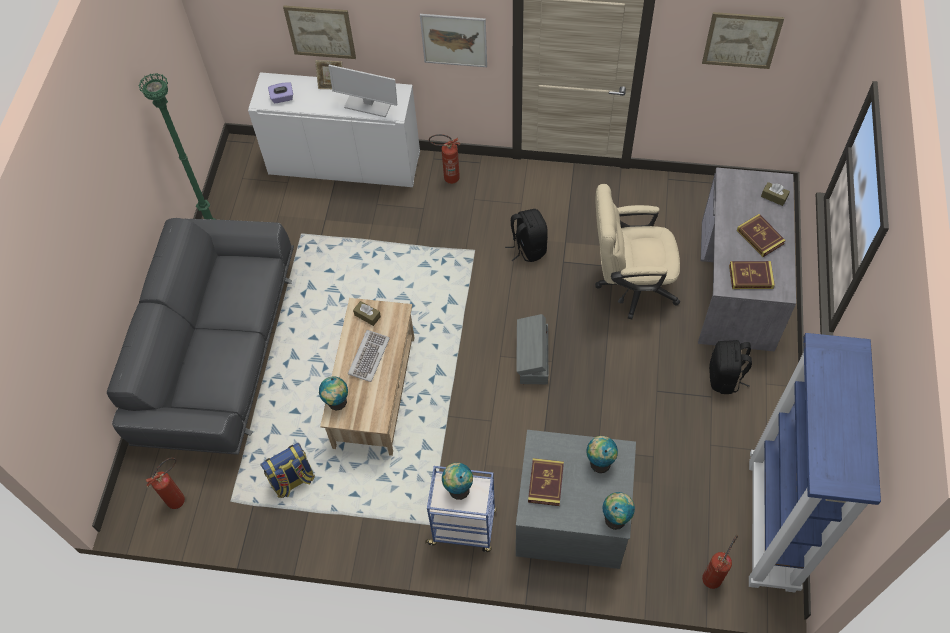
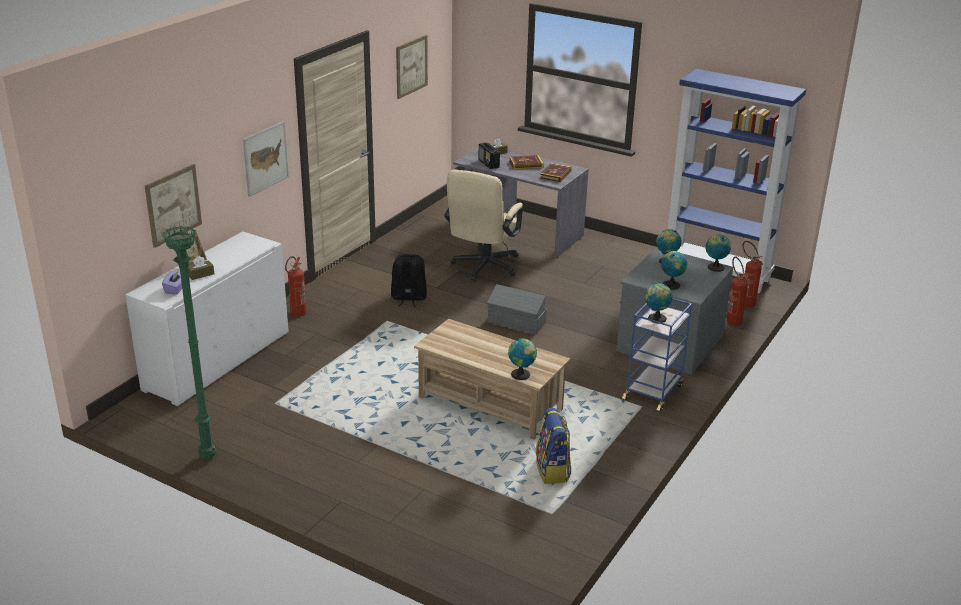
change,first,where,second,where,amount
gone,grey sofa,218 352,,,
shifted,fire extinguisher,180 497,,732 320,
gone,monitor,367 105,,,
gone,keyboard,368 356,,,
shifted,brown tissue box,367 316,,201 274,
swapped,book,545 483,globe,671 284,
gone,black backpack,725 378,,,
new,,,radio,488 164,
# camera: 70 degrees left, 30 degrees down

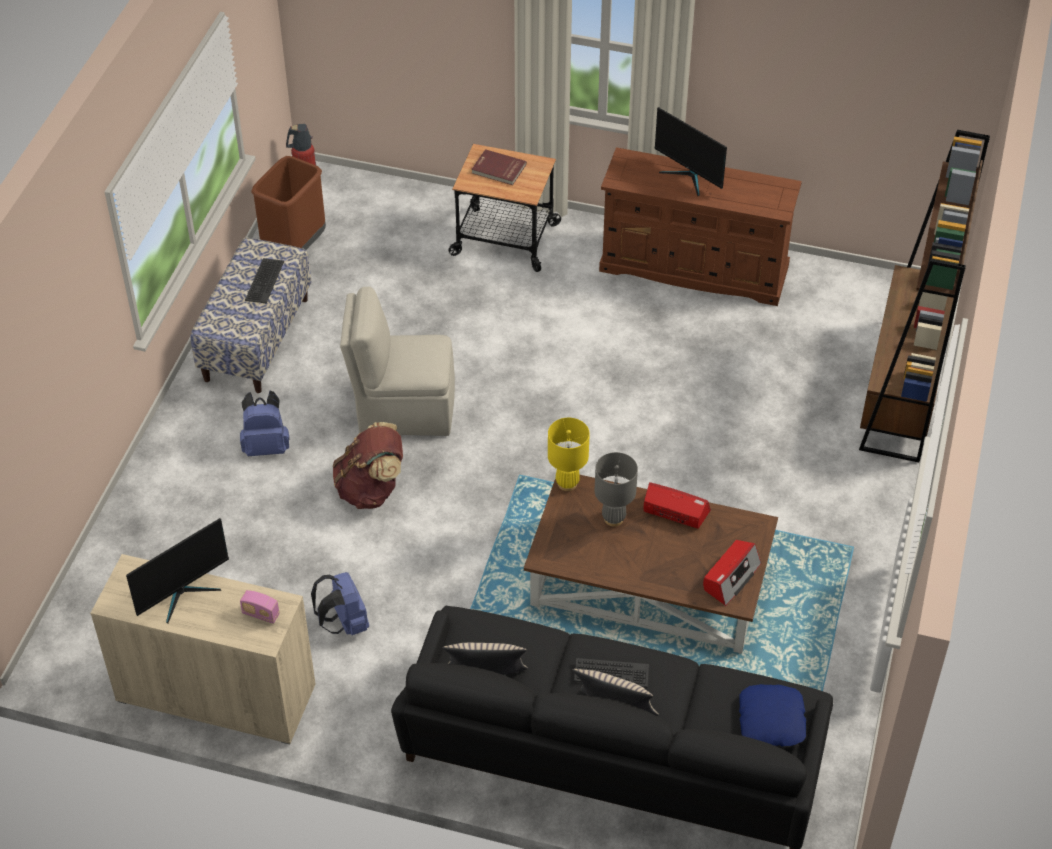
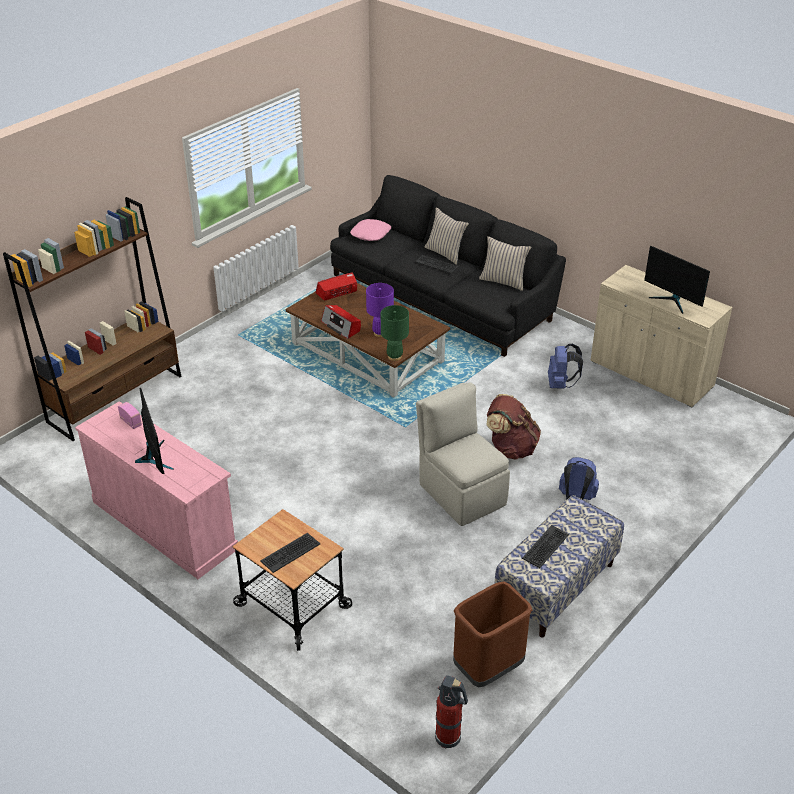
change,first,where,second,where,amount
rotated,monitor,183 594,,672 300,120 degrees counterclockwise
shifted,radio,261 614,,131 422,
rotated,beige chair,403 409,,461 493,150 degrees counterclockwise
swapped,red book,498 169,keyboard,290 552,
repainted,yellow table lamp,567 483,green table lamp,394 357,
repainted,grey table lamp,613 518,purple table lamp,380 333,
repainted,brown dresser,695 268,pink dresser,163 524,
repainted,blue pillow,772 720,pink pillow,370 234,
# camera: 155 degrees left, 10 degrees down

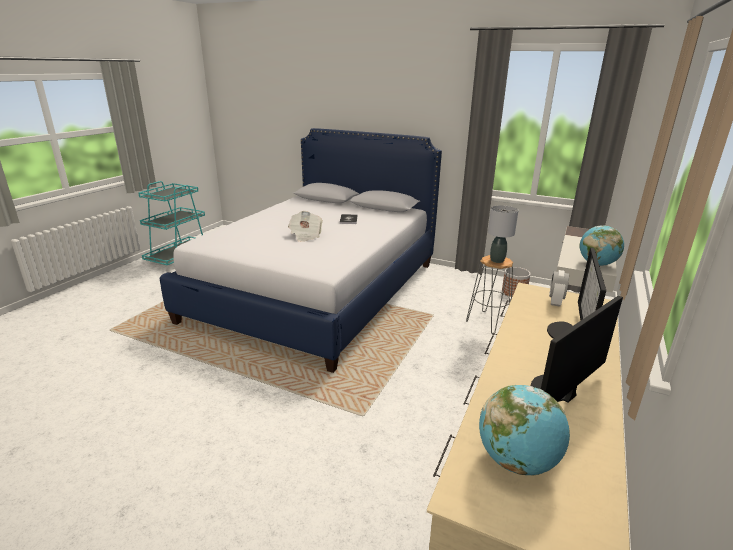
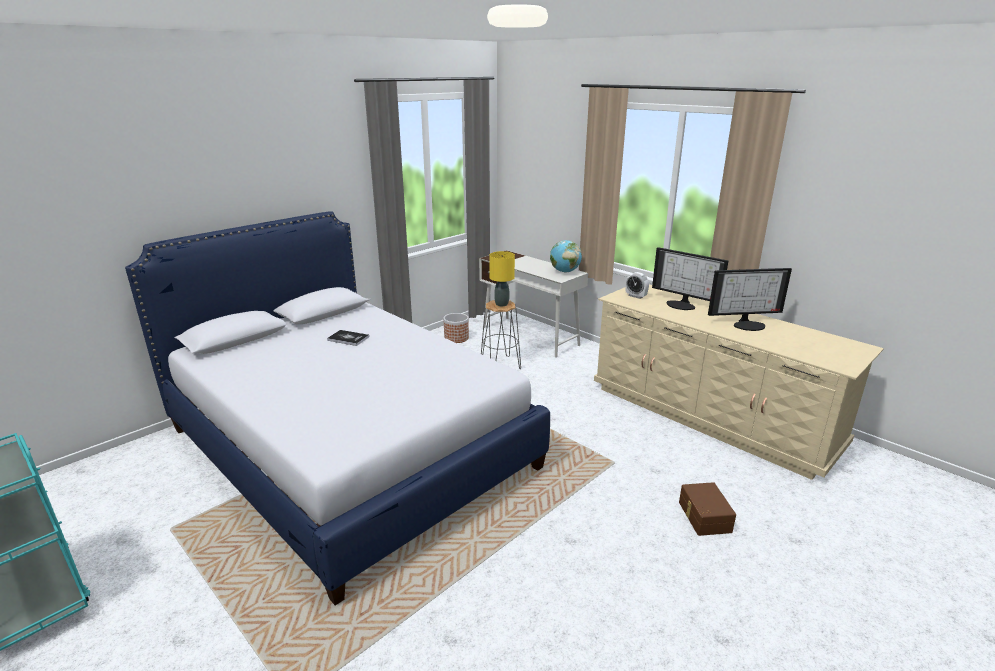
change,first,where,second,where,amount
gone,newspaper,305 235,,,
gone,globe,517 461,,,
repainted,grey table lamp,497 260,yellow table lamp,501 304,
rotated,monitor,556 391,,748 324,75 degrees counterclockwise
new,,,brown storage box,703 517,
# camera: 70 degrees left, 0 degrees up

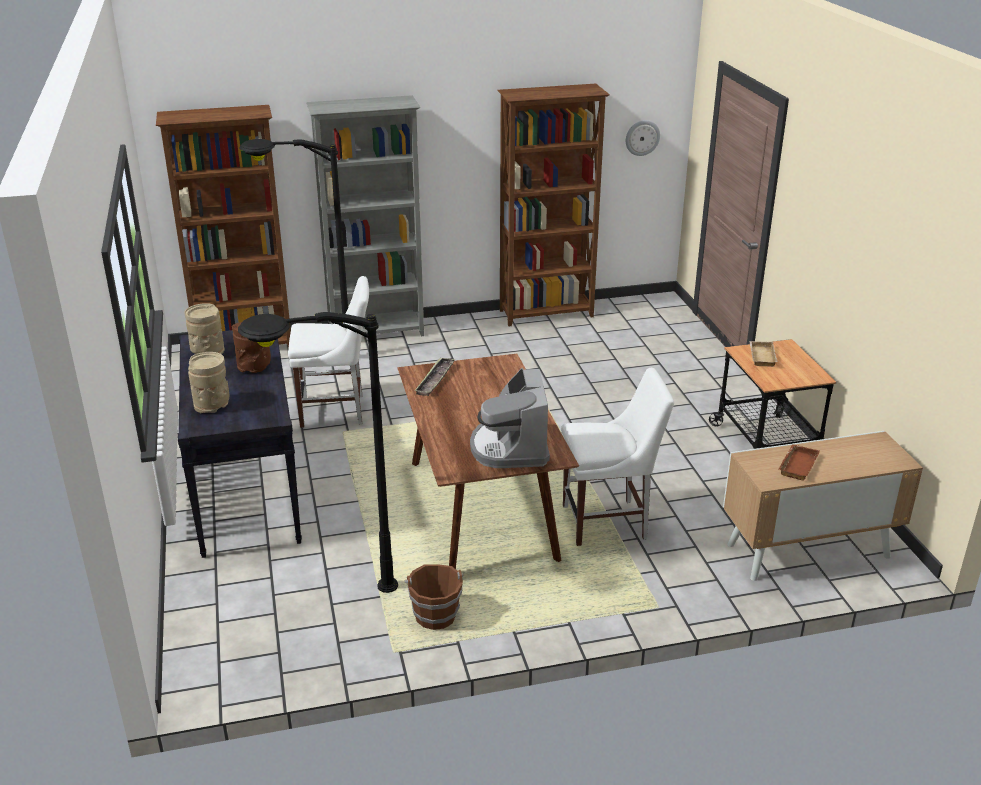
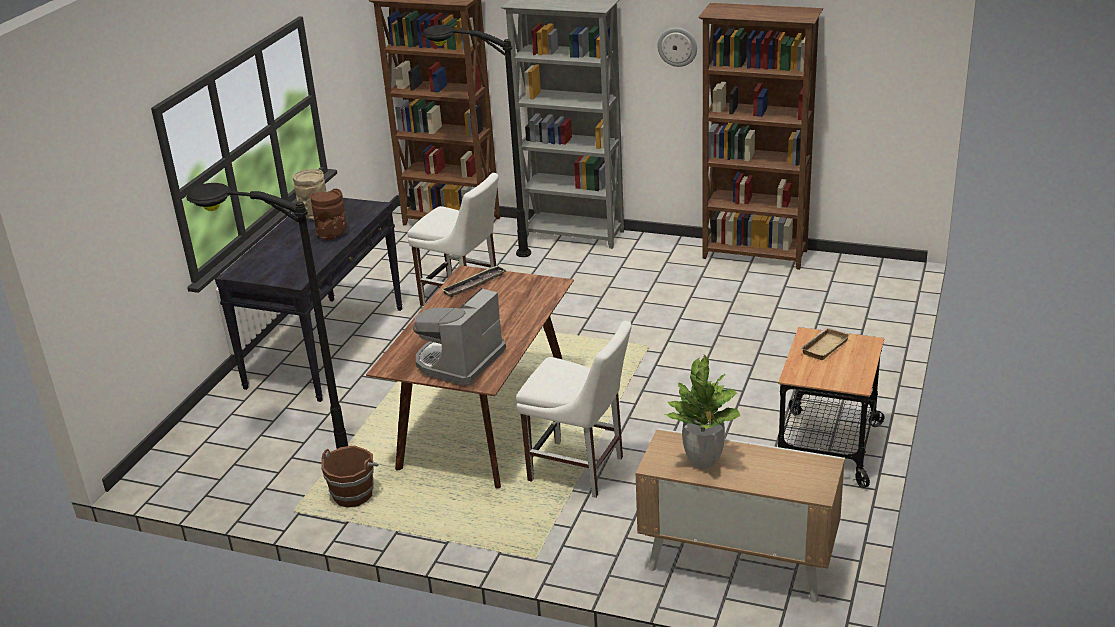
change,first,where,second,where,amount
gone,beige vase,212 405,,,
shifted,wall clock,642 137,,677 46,
swapped,brown tray,796 465,potted plant,703 460,
# camera: 35 degrees right, 0 degrees up

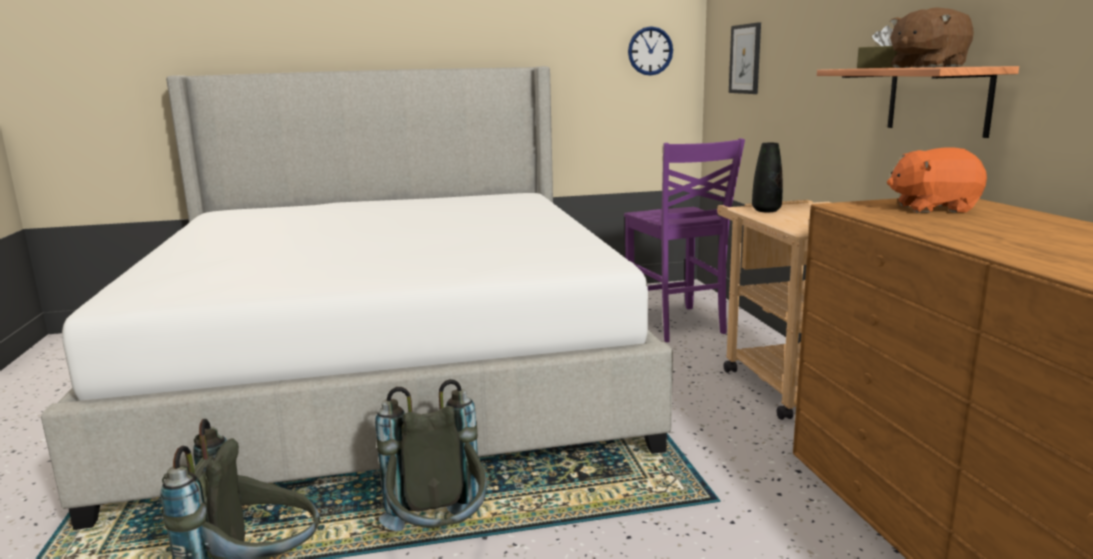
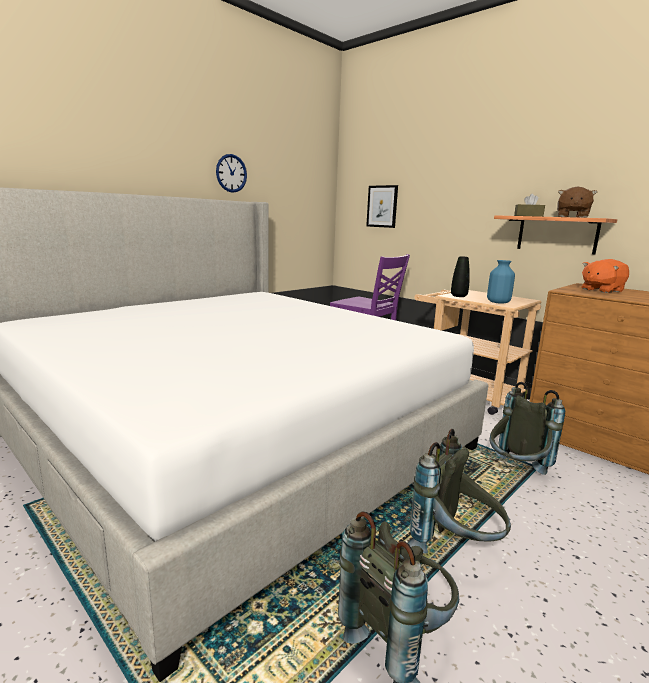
change,first,where,second,where,amount
shifted,wall clock,650 51,,231 173,
new,,,blue vase,498 302,
new,,,grey backpack,516 472,
# camera: 35 degrees left, 0 degrees up

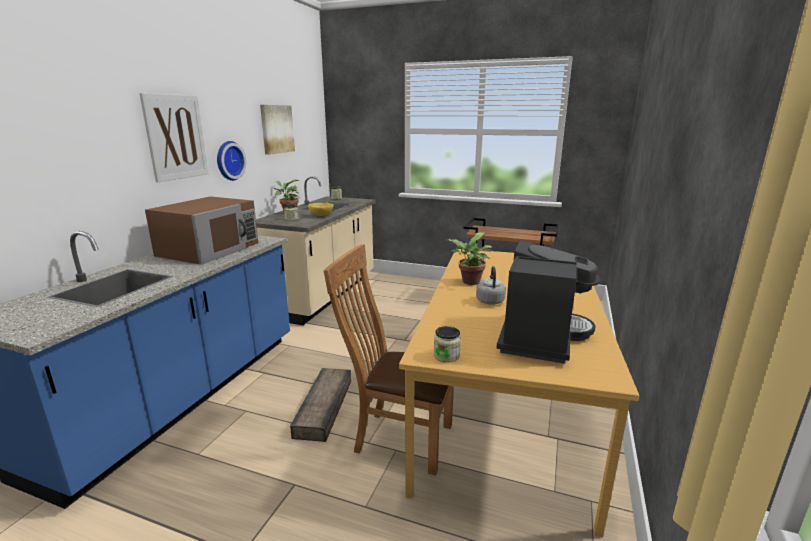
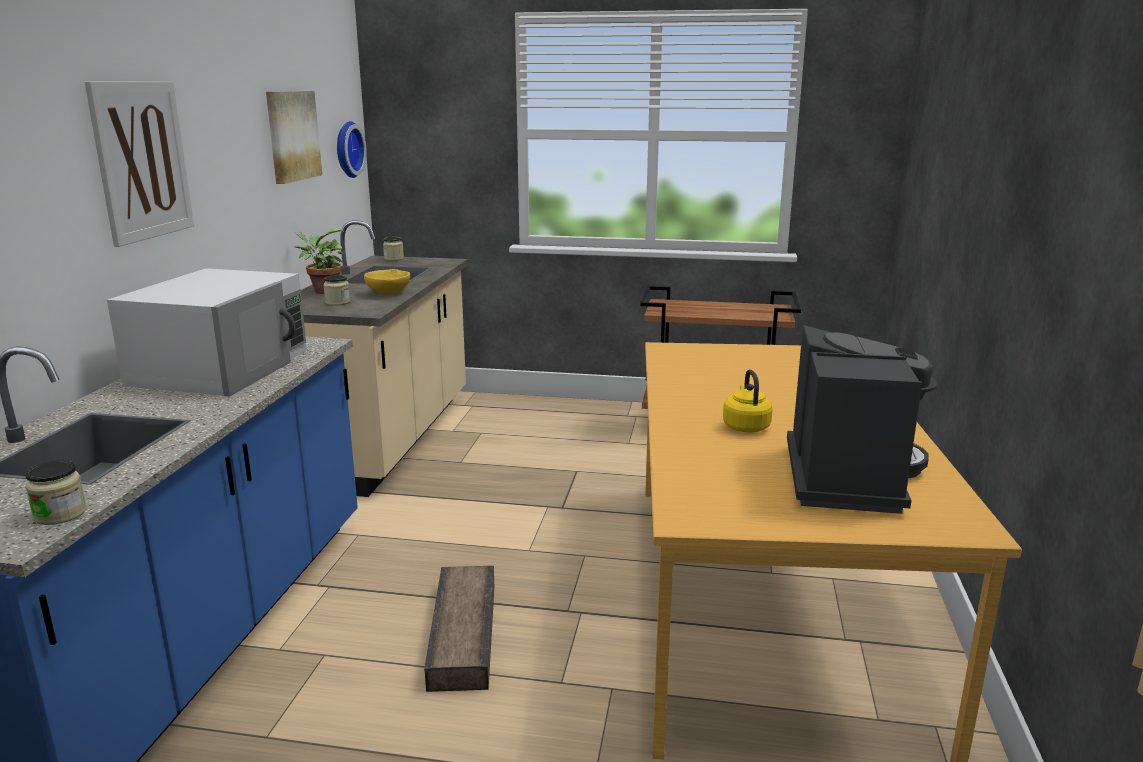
change,first,where,second,where,amount
repainted,brown microwave,210 249,white microwave,222 367,
shifted,wall clock,228 160,,346 149,
gone,brown chair,398 438,,,
shifted,jar,446 356,,60 514,
gone,potted plant,469 282,,,
repainted,grey kettle,490 300,yellow kettle,745 426,
# camera: 10 degrees left, 0 degrees up

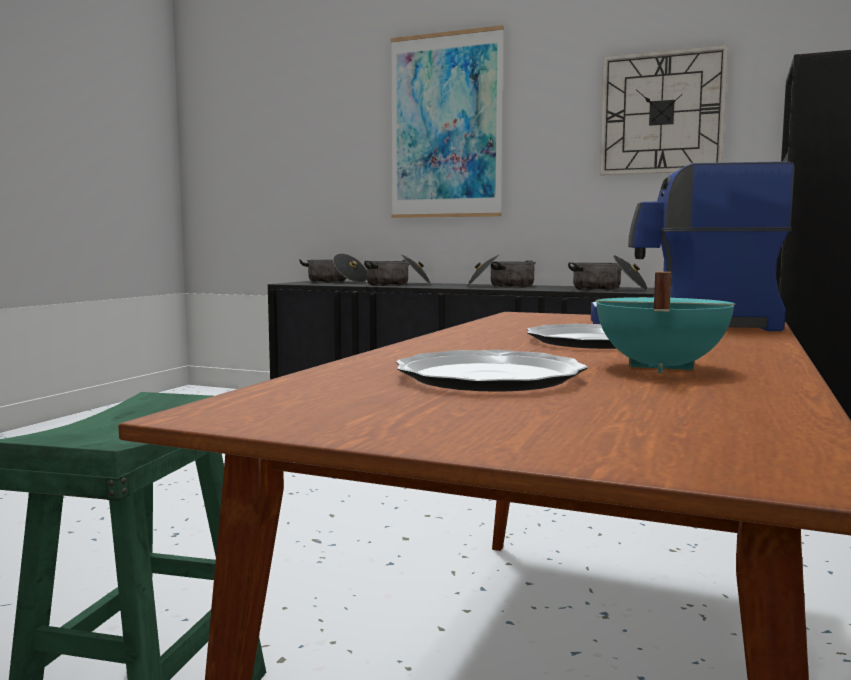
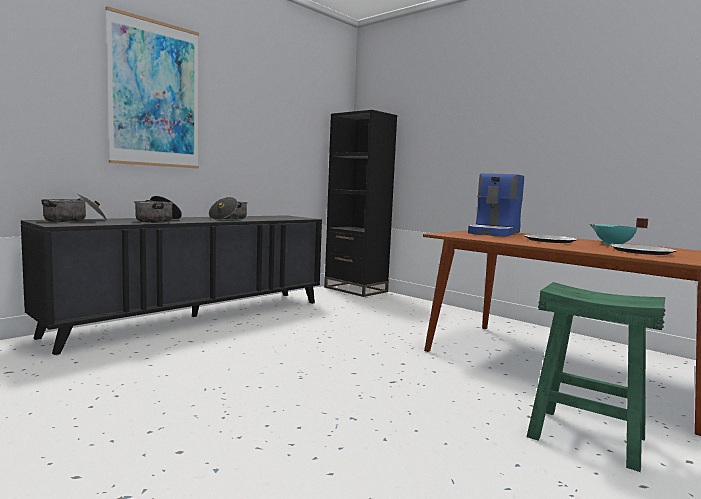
change,first,where,second,where,amount
gone,cooking pot,608 289,,,
gone,wall clock,661 113,,,
# camera: 70 degrees left, 0 degrees up

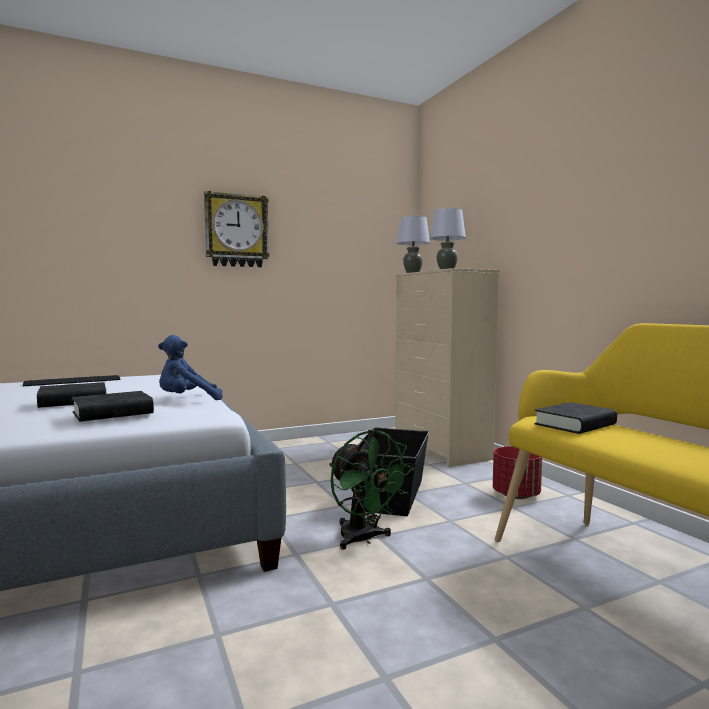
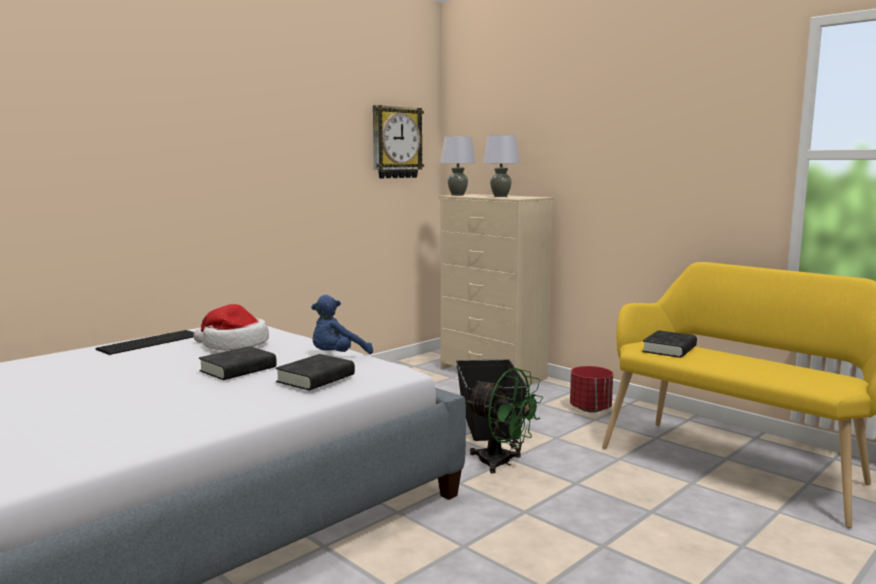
change,first,where,second,where,amount
shifted,wall clock,236 231,,396 142,
new,,,hat,233 345,
# camera: 20 degrees left, 5 degrees up

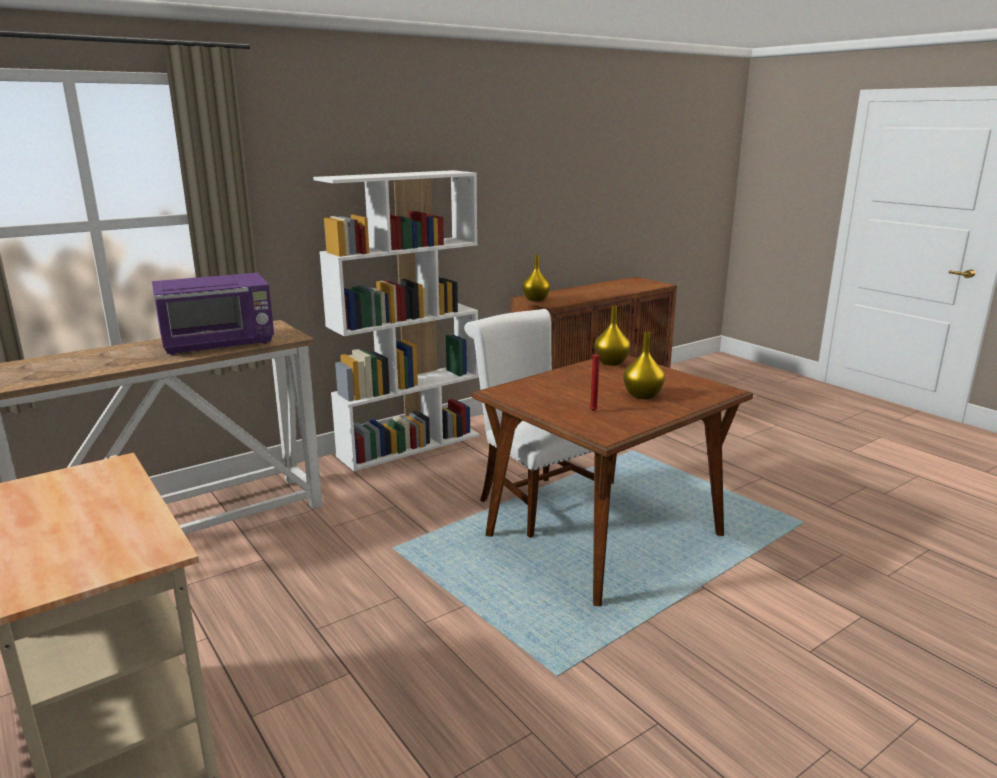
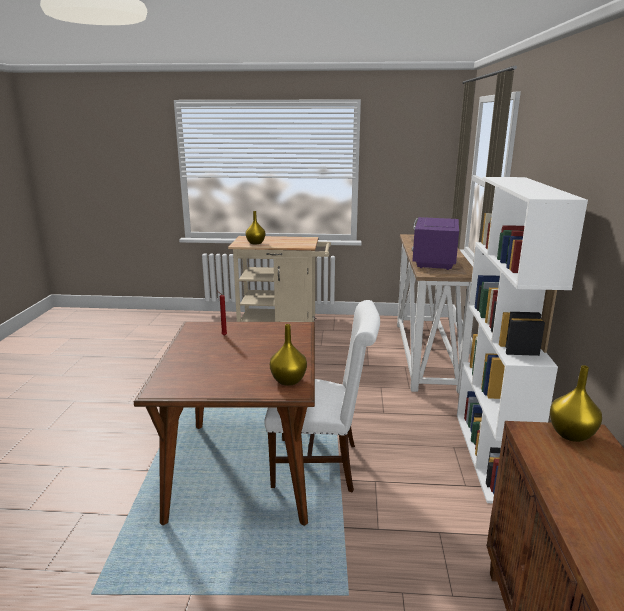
change,first,where,second,where,amount
shifted,yellow vase,643 395,,255 243,
# camera: 130 degrees right, 0 degrees up

